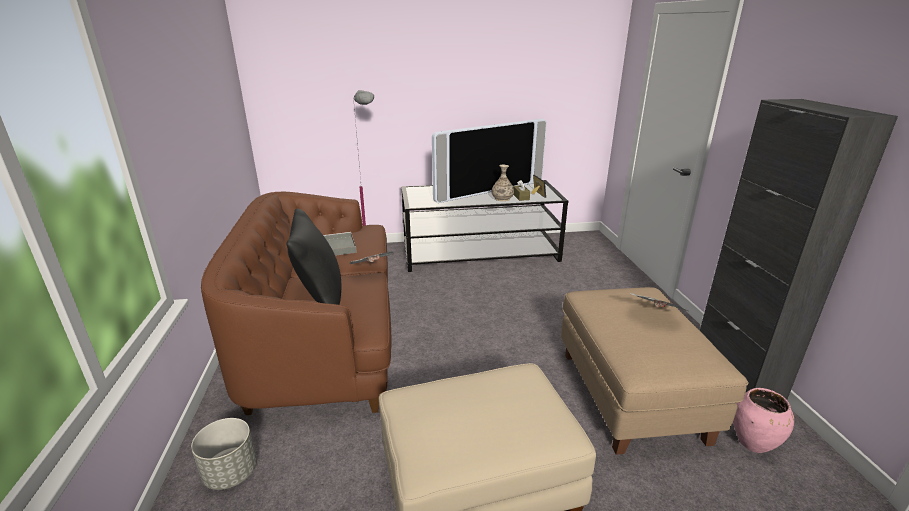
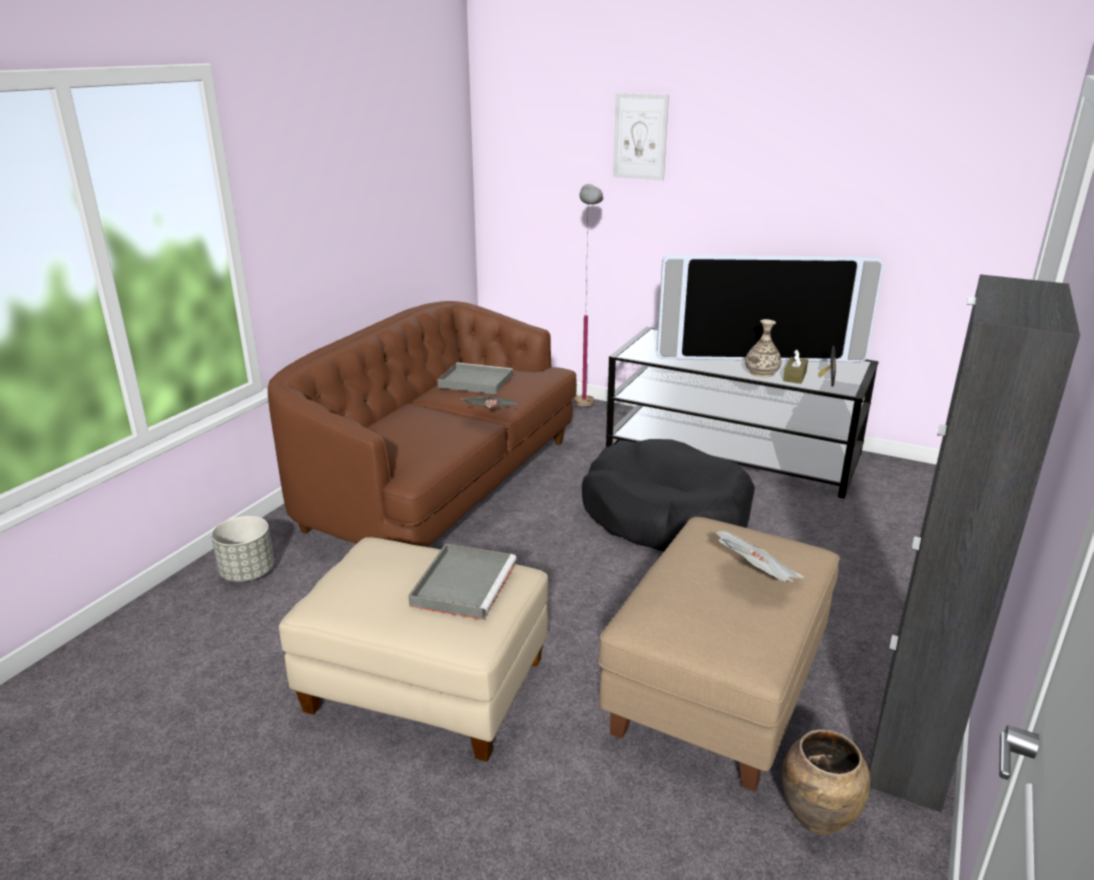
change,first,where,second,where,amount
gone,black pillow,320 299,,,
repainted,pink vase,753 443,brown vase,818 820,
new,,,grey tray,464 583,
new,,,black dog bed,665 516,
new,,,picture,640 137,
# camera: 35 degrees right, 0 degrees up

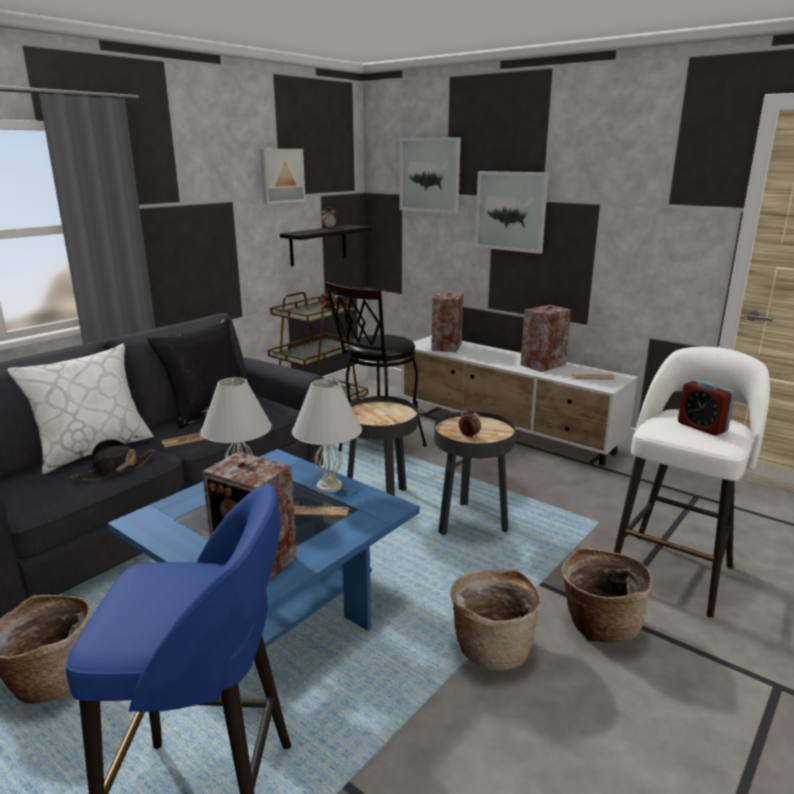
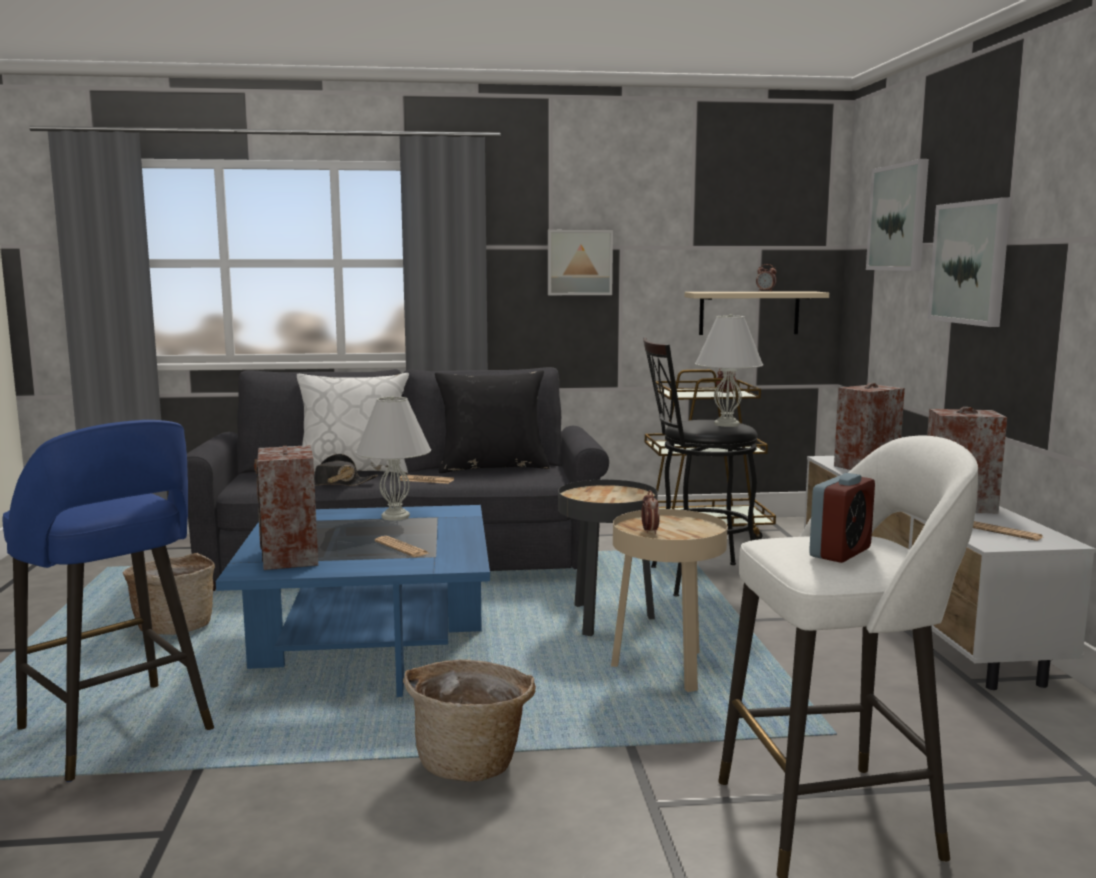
change,first,where,second,where,amount
shifted,picture,281 175,,579 262,
repainted,black shelf,318 245,beige shelf,749 313,
shifted,white table lamp,329 486,,727 424,
repainted,black side table,469 522,beige side table,665 669,
gone,basket,598 624,,,
rotated,alarm clock,702 427,,840 552,150 degrees counterclockwise
# camera: 45 degrees right, 10 degrees down

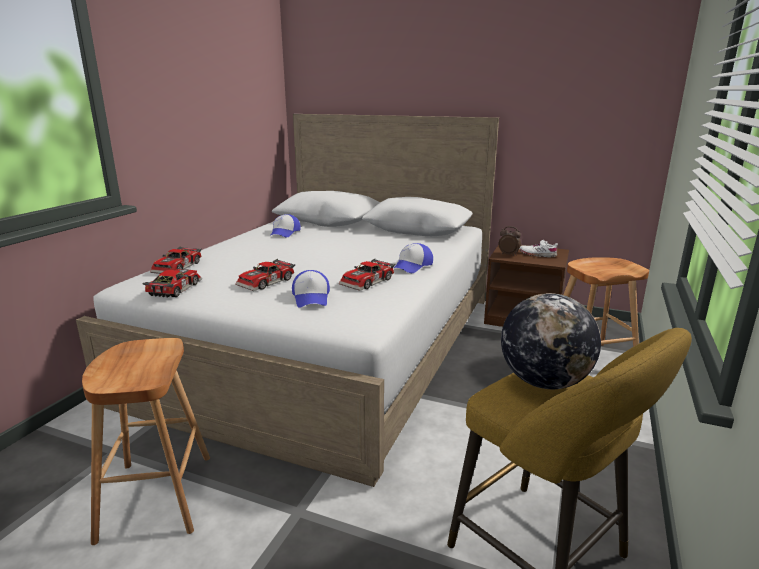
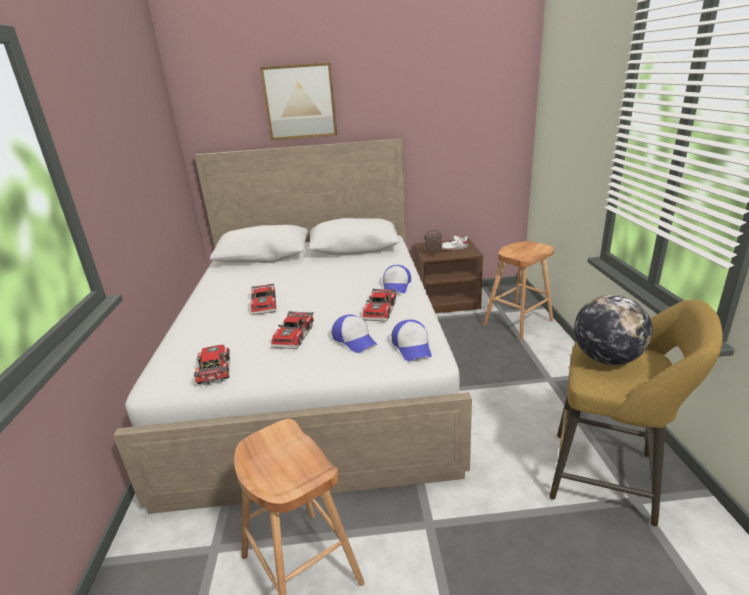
change,first,where,second,where,amount
shifted,toy car,179 267,,266 304,
shifted,cap,285 233,,412 347,
new,,,picture,300 102,
# camera: 25 degrees left, 5 degrees up

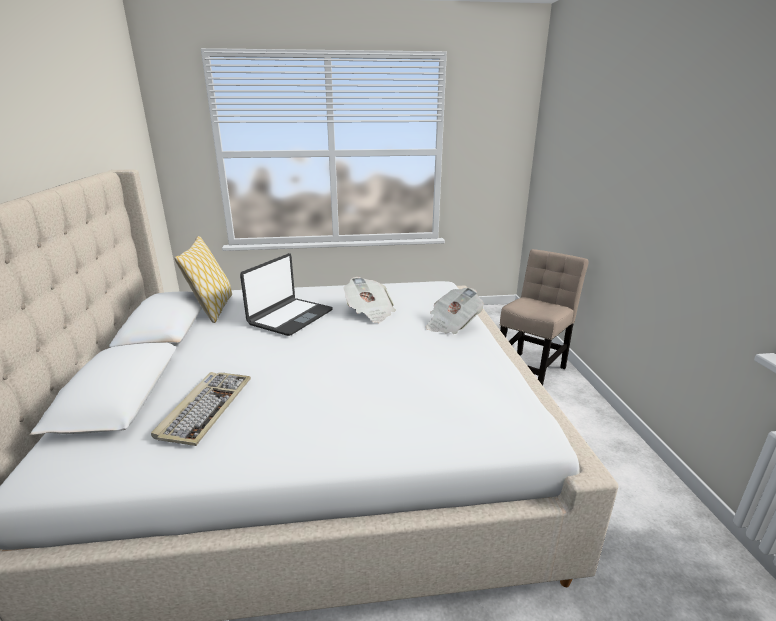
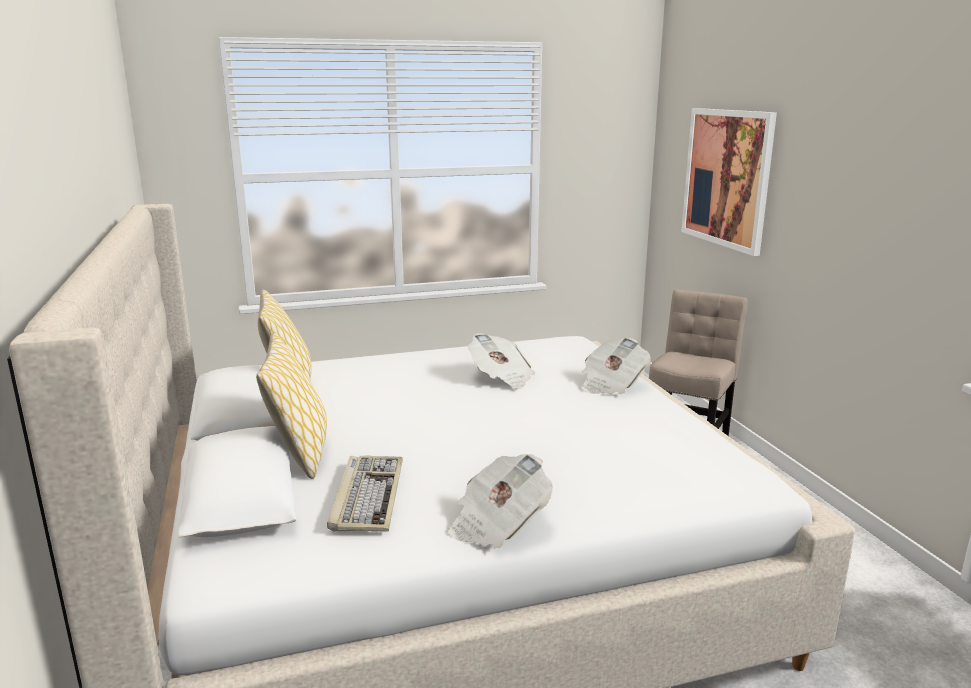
change,first,where,second,where,amount
gone,laptop,290 317,,,
new,,,pillow,299 454,
new,,,newspaper,497 524,
new,,,picture,726 178,
# camera: 10 degrees left, 5 degrees down

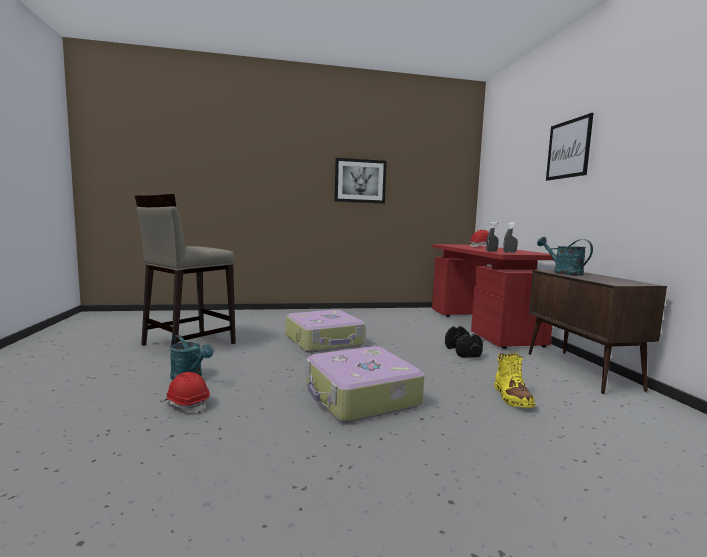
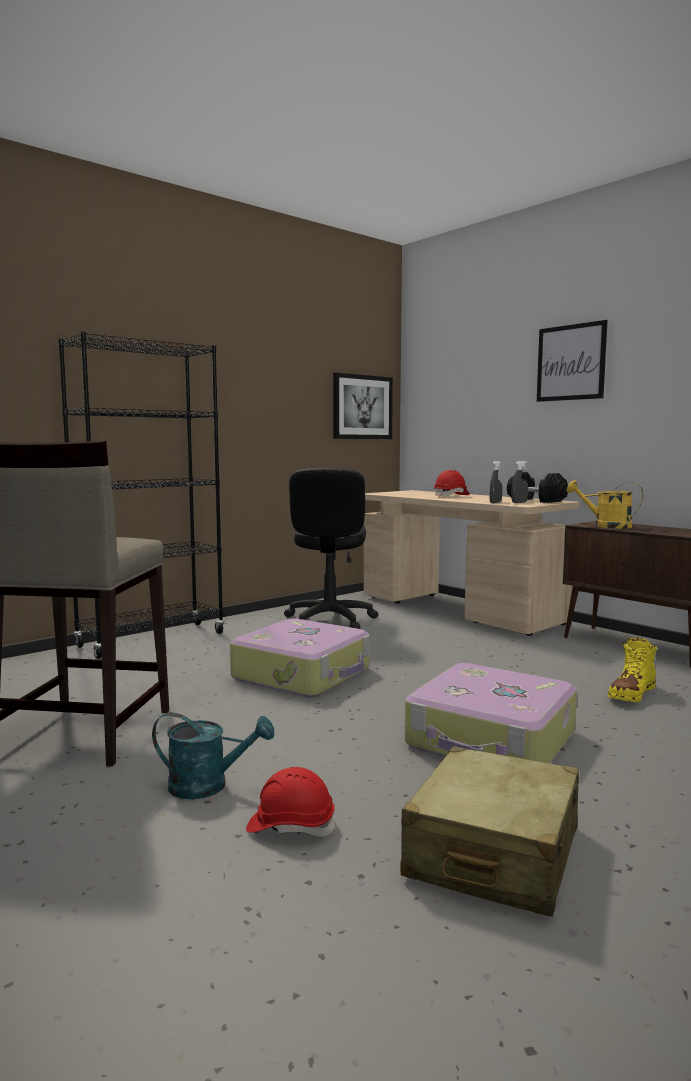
change,first,where,second,where,amount
shifted,picture,360 181,,362 407,
repainted,red desk,481 326,beige desk,459 610,
shifted,black dumbbell,462 351,,535 501,
rotated,yellow boot,512 397,,631 694,75 degrees clockwise
repainted,turquoise watering can,563 273,yellow watering can,606 526,
new,,,black bookcase,152 640,
new,,,black office chair,329 620,
new,,,beige suitcase,493 853,
# camera: 30 degrees left, 0 degrees up

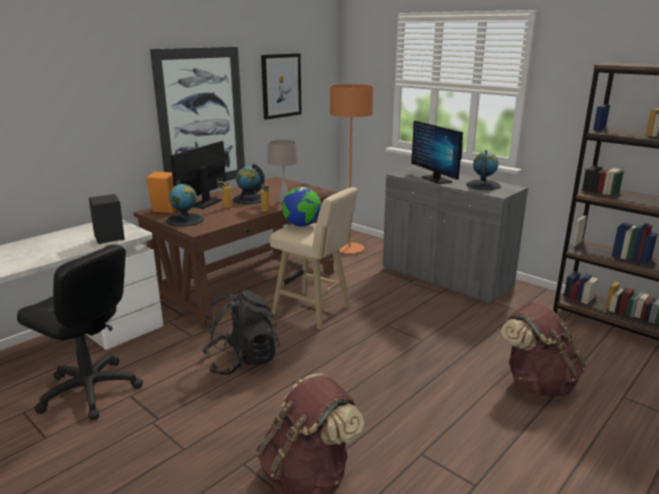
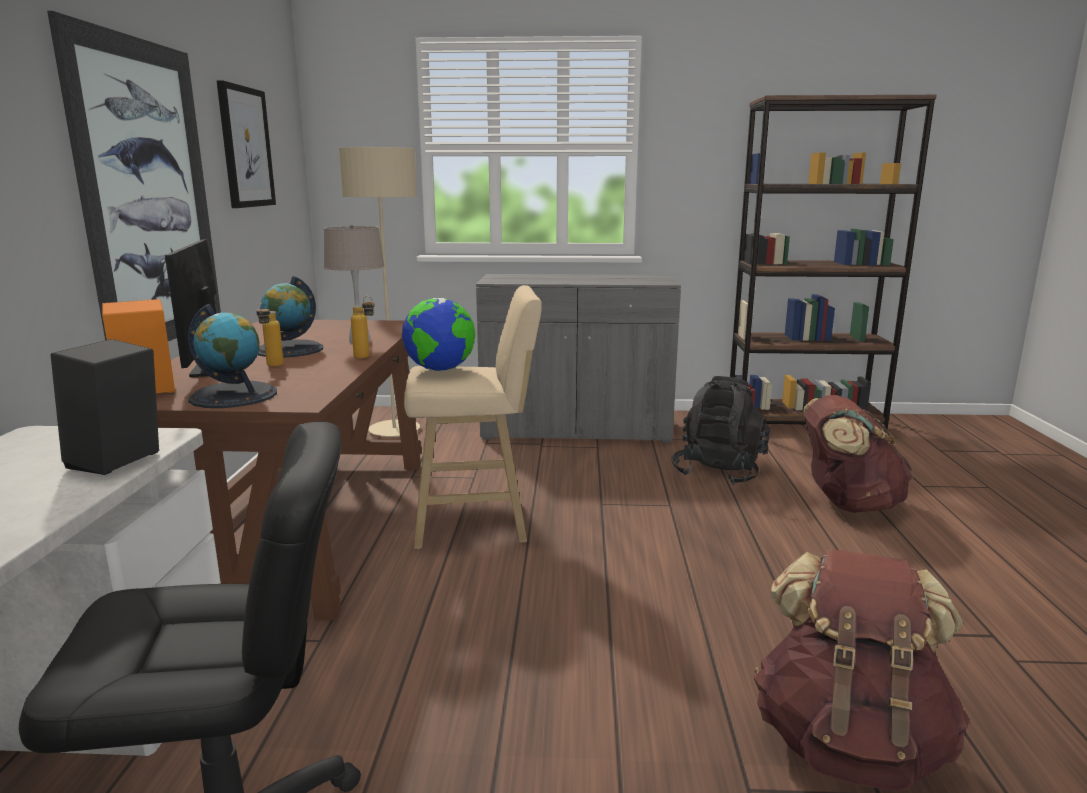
change,first,where,second,where,amount
shifted,black backpack,242 360,,718 472,
repainted,orange floor lamp,349 249,beige floor lamp,394 430,
gone,monitor,436 179,,,
gone,globe,483 185,,,
# camera: 40 degrees left, 5 degrees down

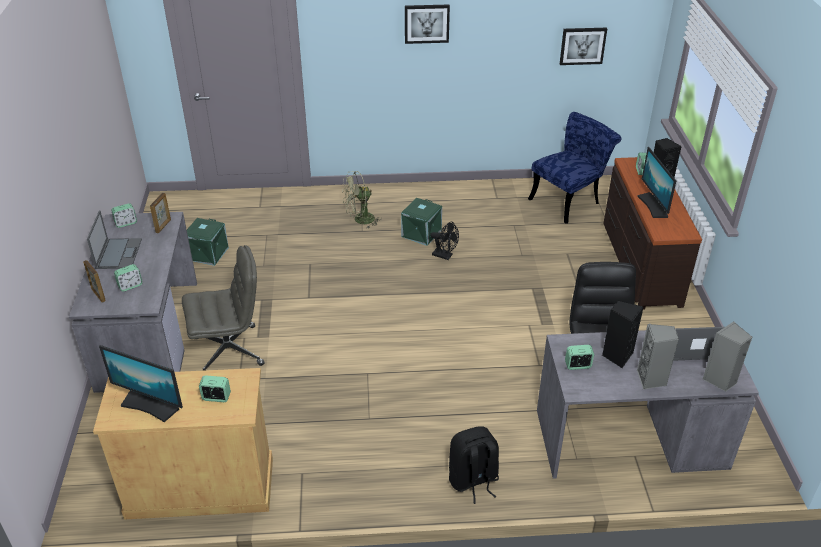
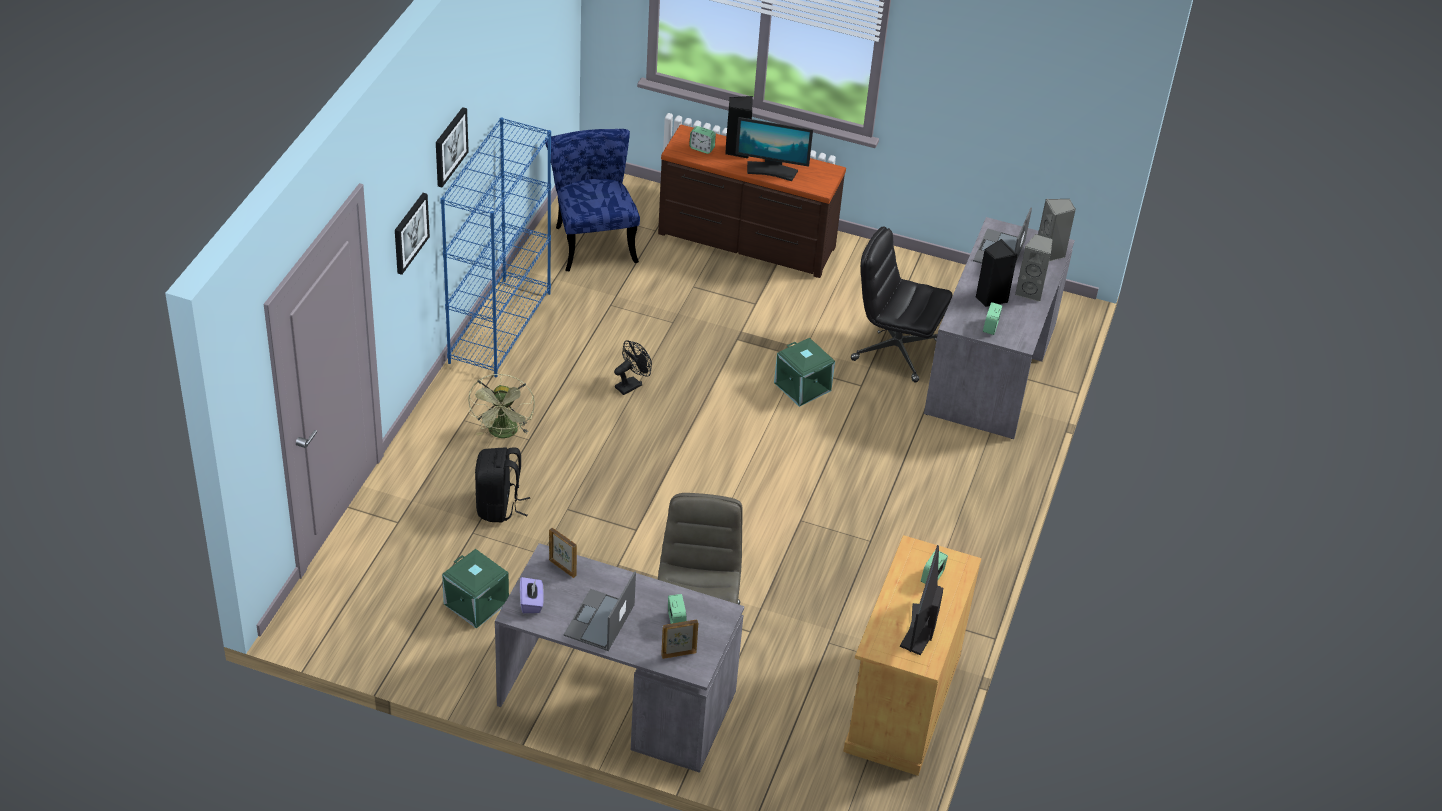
change,first,where,second,where,amount
rotated,laptop,118 253,,599 621,90 degrees counterclockwise
rotated,monitor,150 405,,920 629,150 degrees clockwise
swapped,alarm clock,126 223,purple tissue box,531 602,
shifted,green storage box,422 234,,803 386,
shifted,black backpack,473 481,,499 506,
shifted,picture,582 45,,410 232,
new,,,blue bookcase,500 327,
# camera: 70 degrees left, 5 degrees up

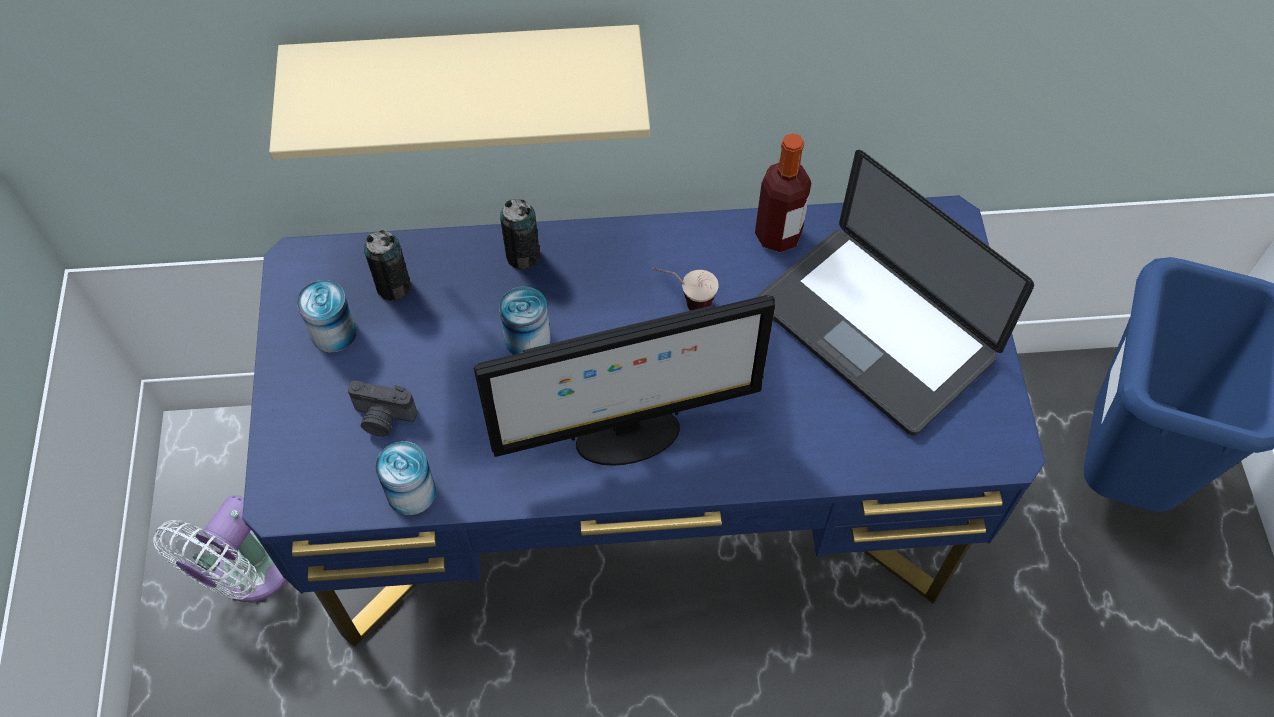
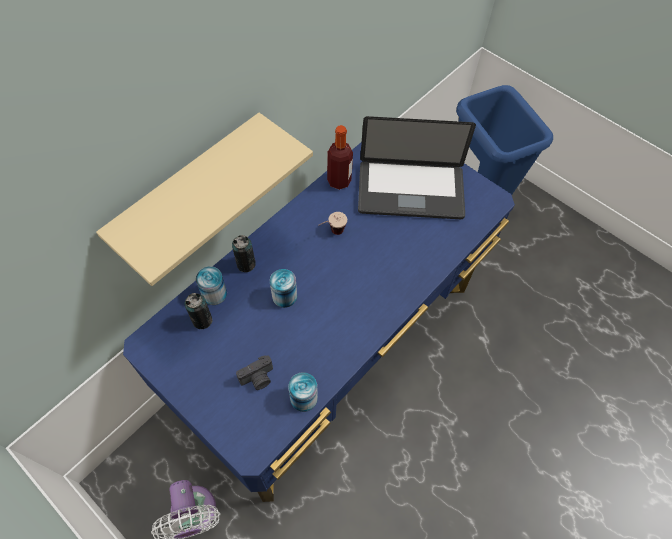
change,first,where,second,where,amount
shifted,can,334 332,,214 294,
gone,monitor,626 437,,,
# camera: 45 degrees left, 0 degrees up

